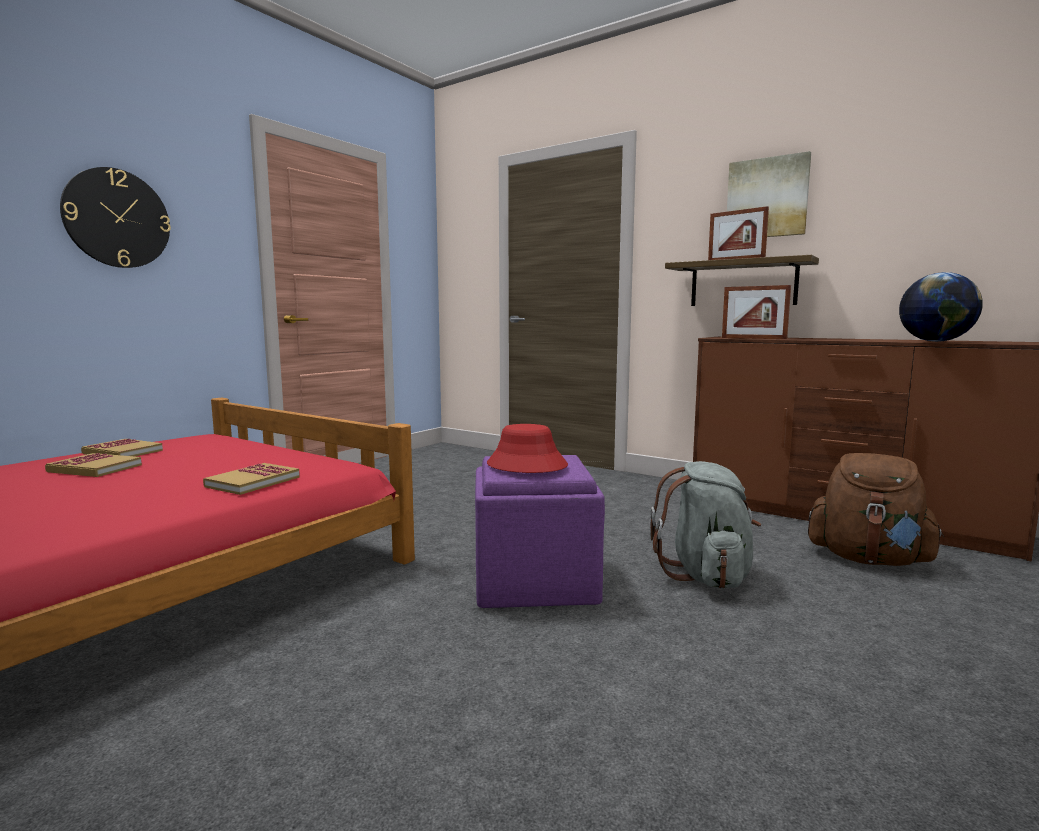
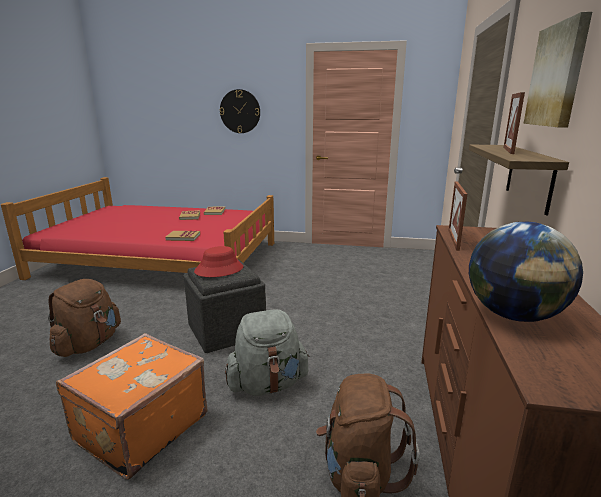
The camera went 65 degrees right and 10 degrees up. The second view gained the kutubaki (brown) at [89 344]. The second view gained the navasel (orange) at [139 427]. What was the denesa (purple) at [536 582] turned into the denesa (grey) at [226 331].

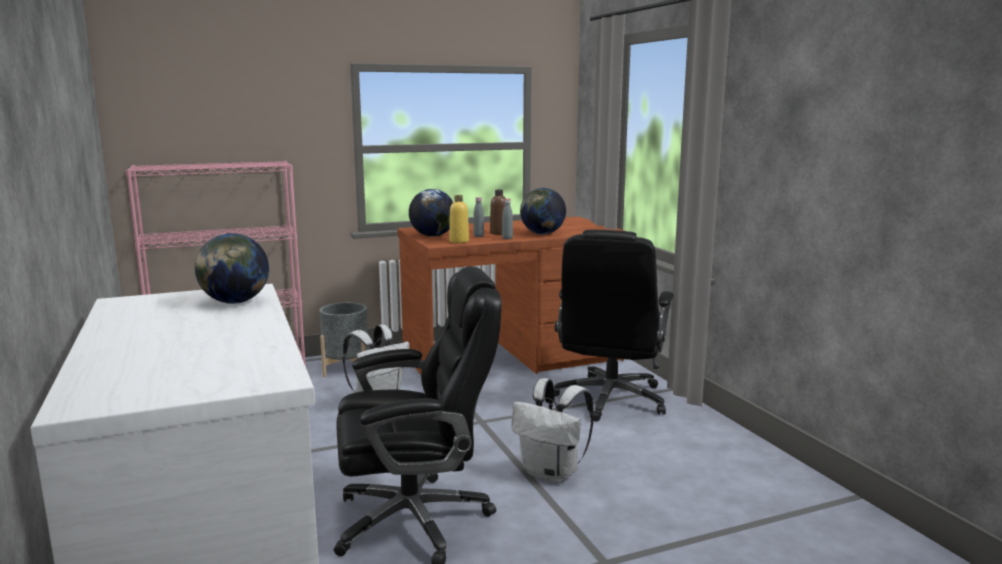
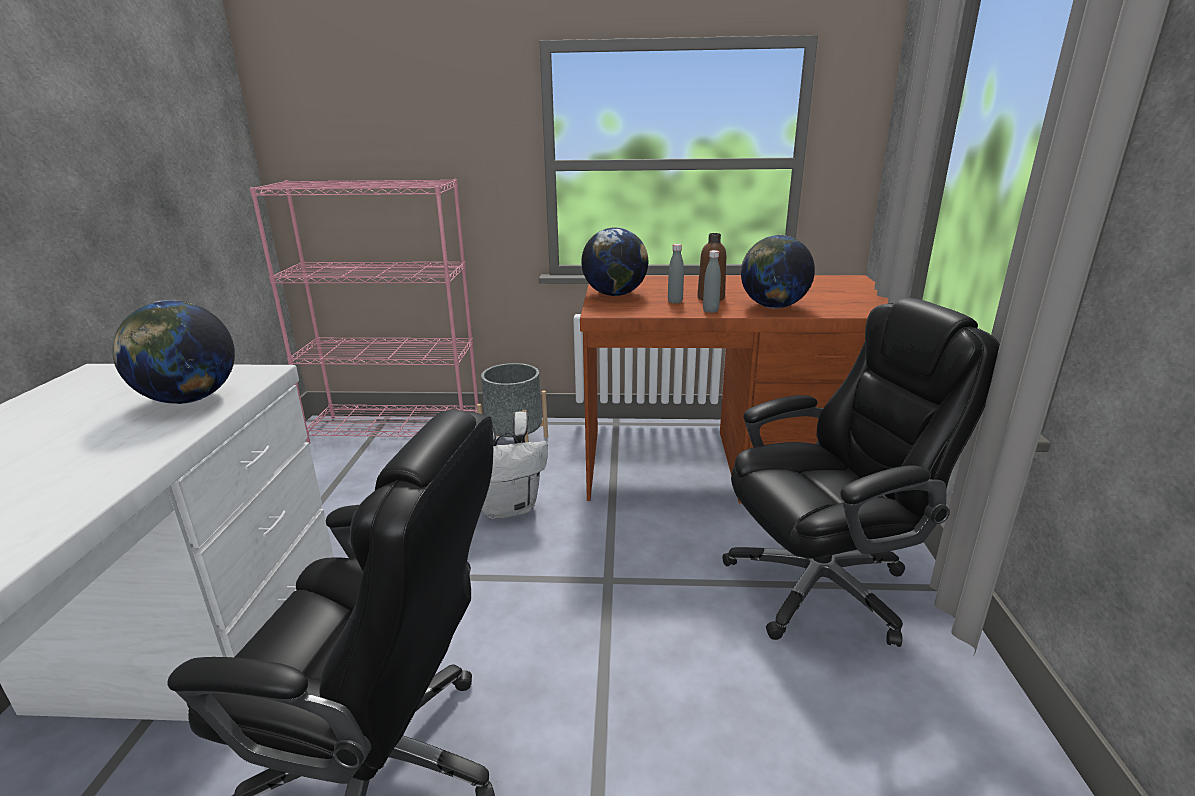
The camera went 25 degrees right and 10 degrees up. The second view lost the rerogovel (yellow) at [459 241]. The second view lost the kutubaki (white) at [552 473]. The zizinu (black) at [610 400] ended up facing another way, 150 degrees counterclockwise from before.

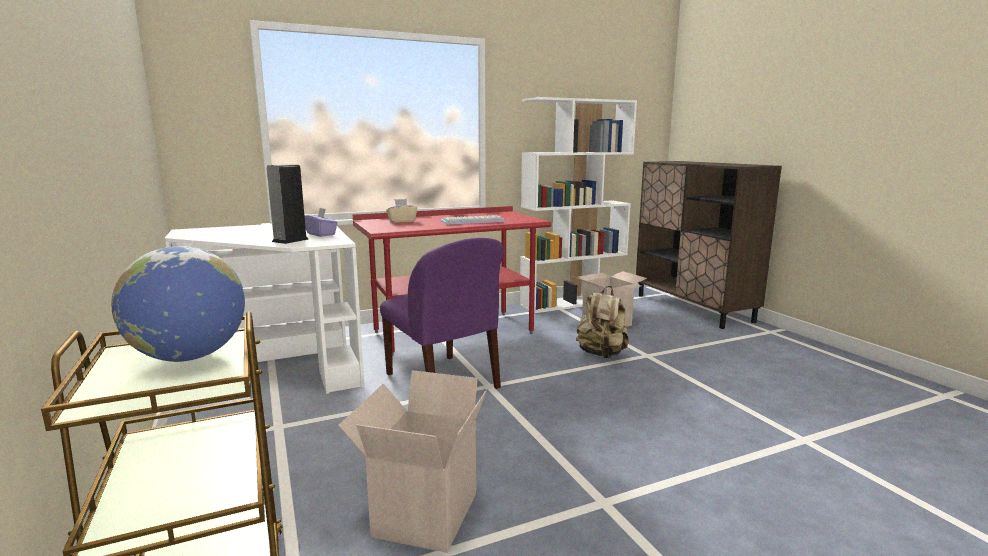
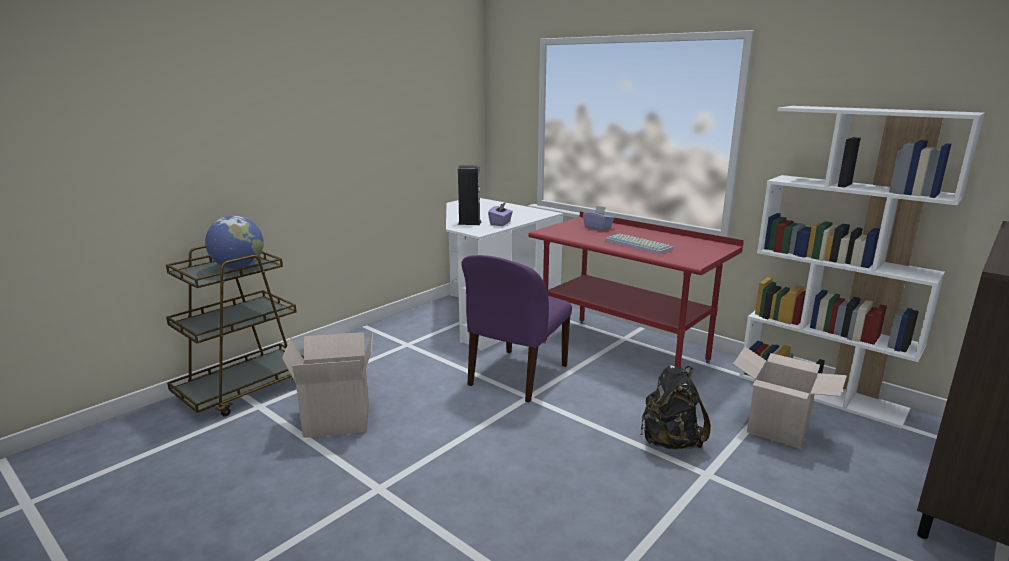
The camera went 65 degrees right and 5 degrees up. What was the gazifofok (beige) at [402 221] turned into the gazifofok (purple) at [598 227]. What was the kutubaki (beige) at [601 354] turned into the kutubaki (black) at [670 442].

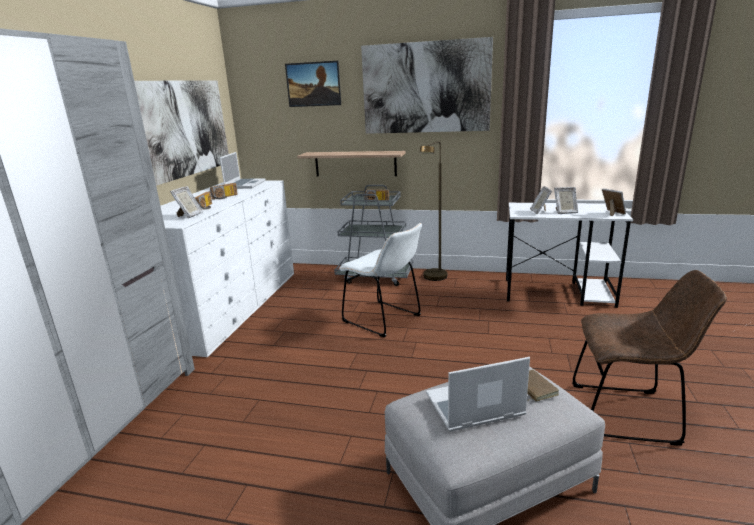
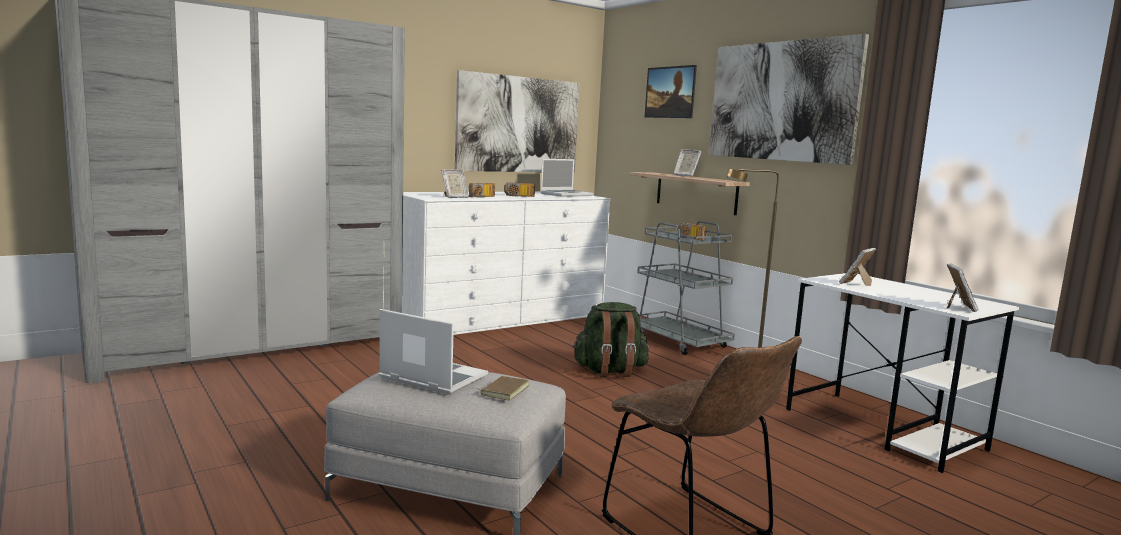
The camera went 40 degrees right and 10 degrees down. The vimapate ended up elsewhere, having gone from [564 212] to [685 176]. Where the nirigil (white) stood at [384 320], the kutubaki (green) came to stand at [610 371].

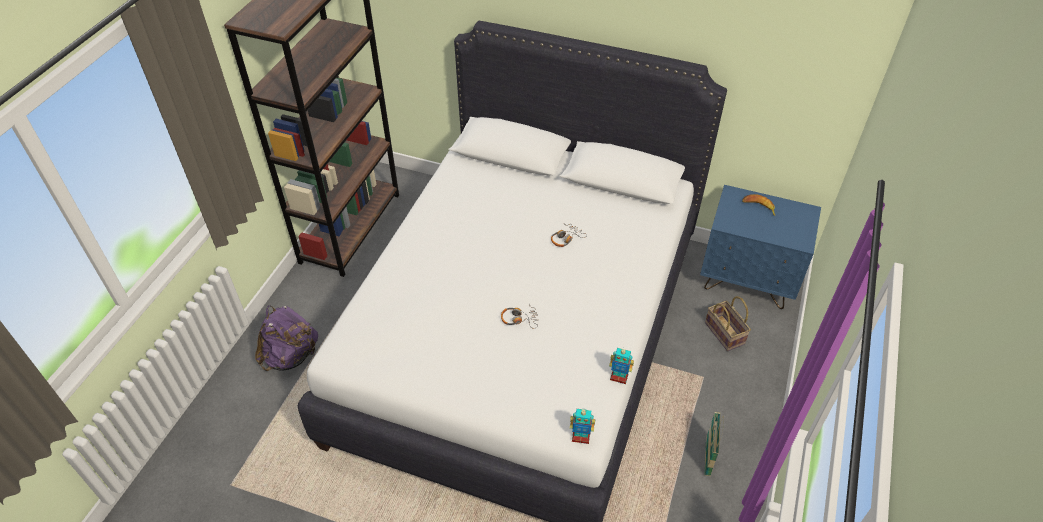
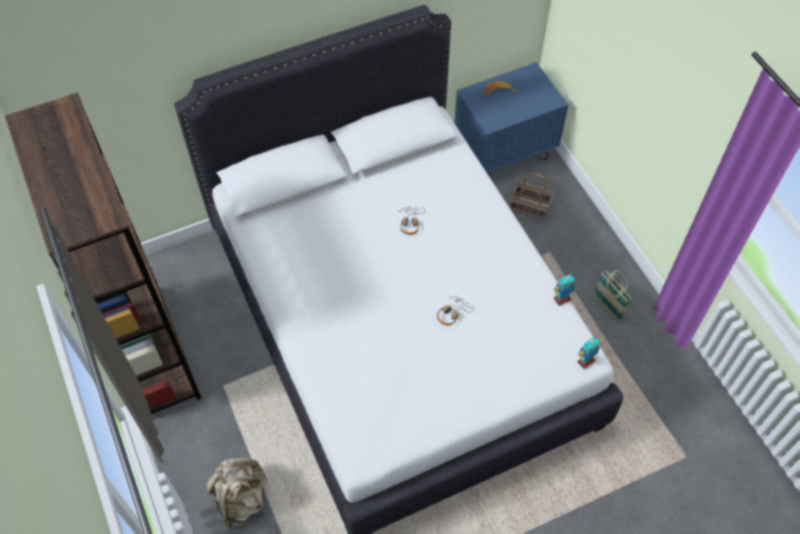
The camera went 45 degrees left and 10 degrees up. What was the kutubaki (purple) at [291 356] turned into the kutubaki (beige) at [241 498].

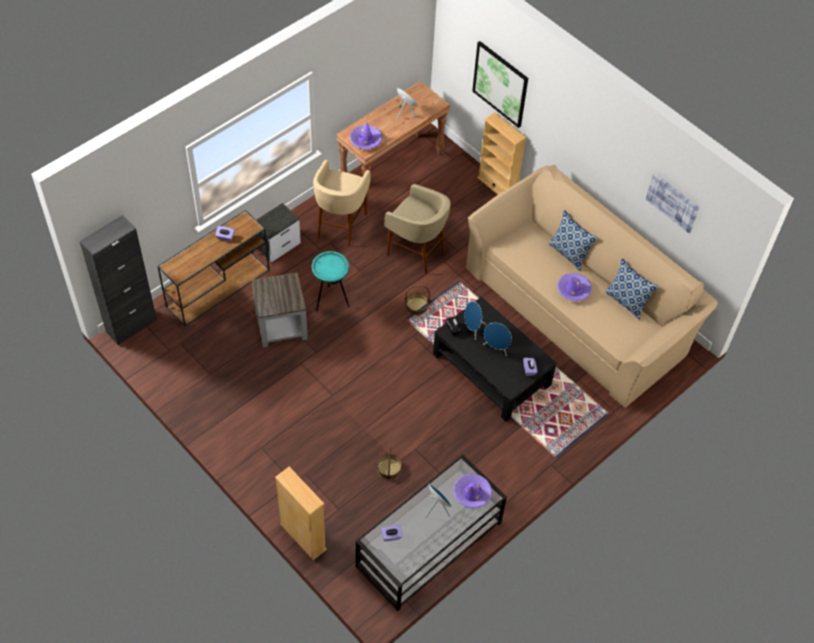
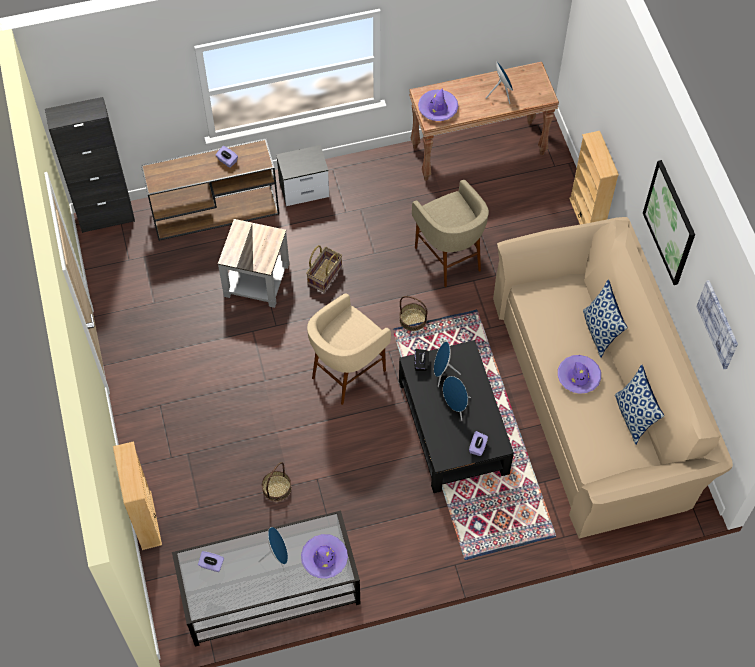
The camera went 30 degrees right and 5 degrees up. The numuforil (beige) ended up elsewhere, having gone from [340 225] to [347 373]. The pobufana ended up elsewhere, having gone from [500 84] to [669 222]. Where the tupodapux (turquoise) stood at [331 300], the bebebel came to stand at [324 275].

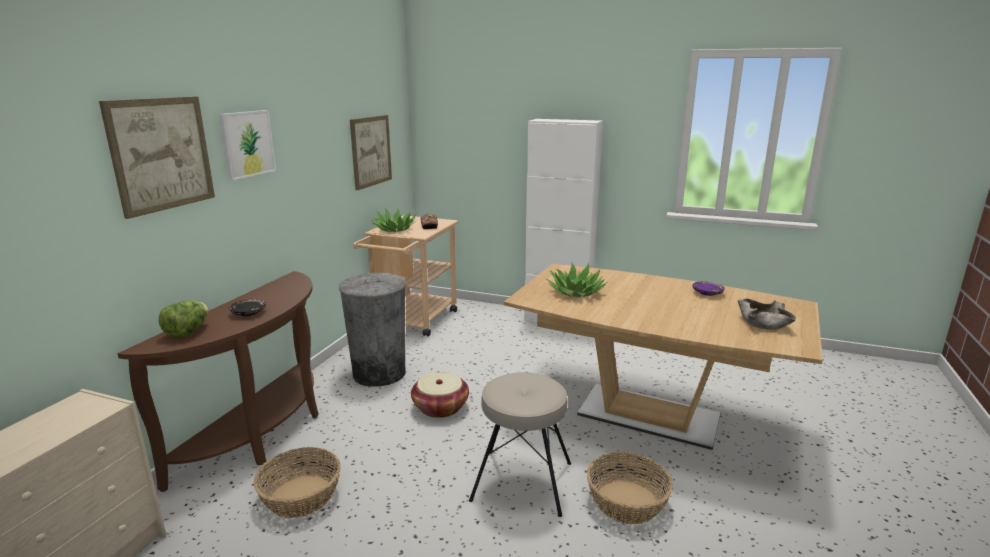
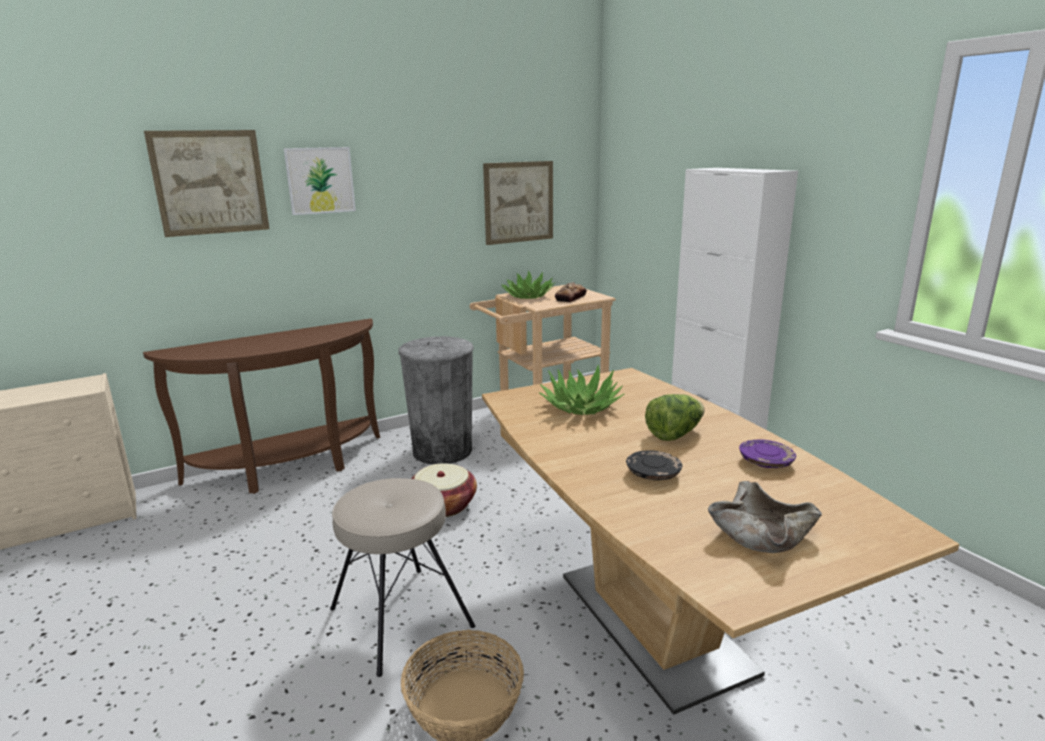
The camera went 40 degrees right and 0 degrees up. The second view lost the bebebel at [301 496]. The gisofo ended up elsewhere, having gone from [188 332] to [674 434]. The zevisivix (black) ended up elsewhere, having gone from [248 313] to [653 474].

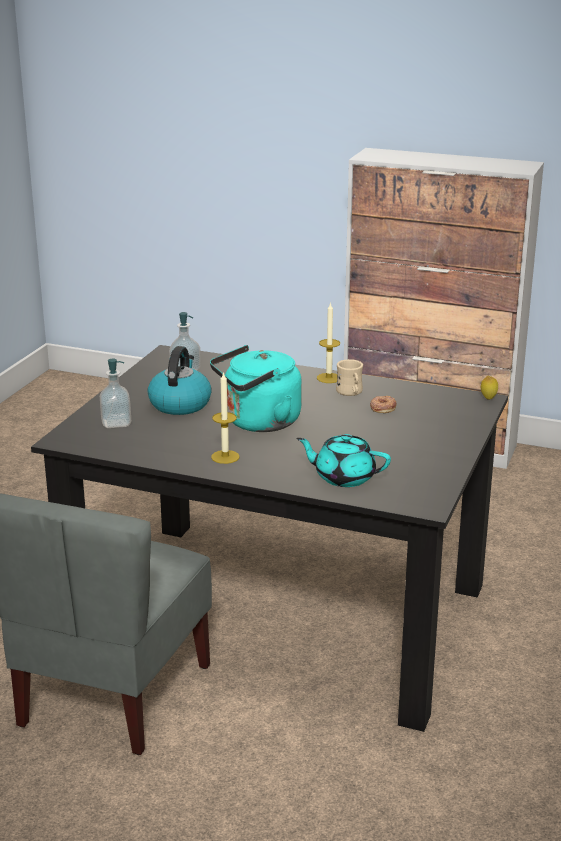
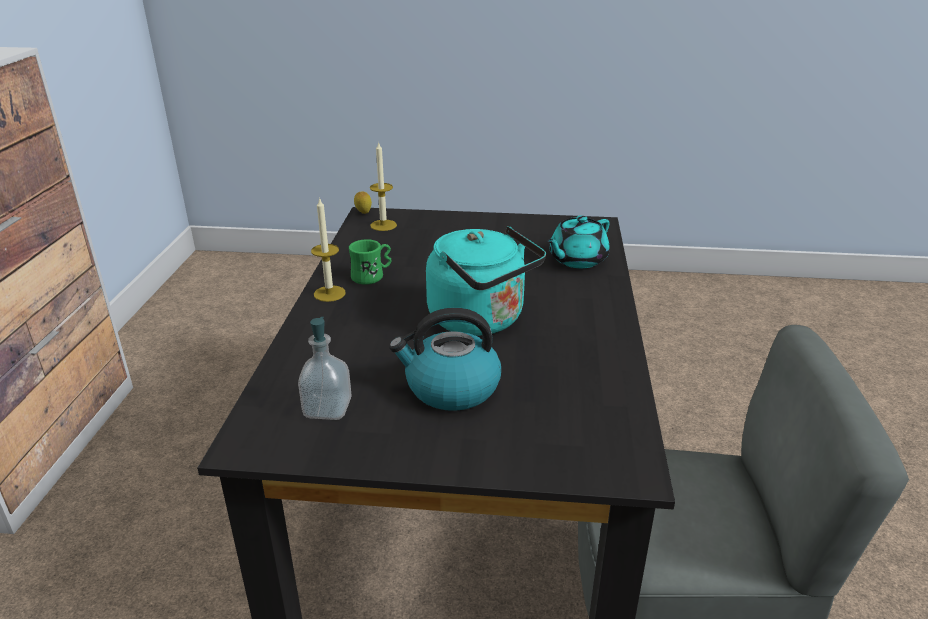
The camera went 105 degrees left and 5 degrees up. The second view lost the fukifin at [116 423]. The second view lost the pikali at [382 407]. The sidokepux ended up elsewhere, having gone from [225 457] to [383 225]. What was the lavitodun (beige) at [350 393] turned into the lavitodun (green) at [372 276]. The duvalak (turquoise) at [343 477] ended up facing another way, 45 degrees clockwise from before.

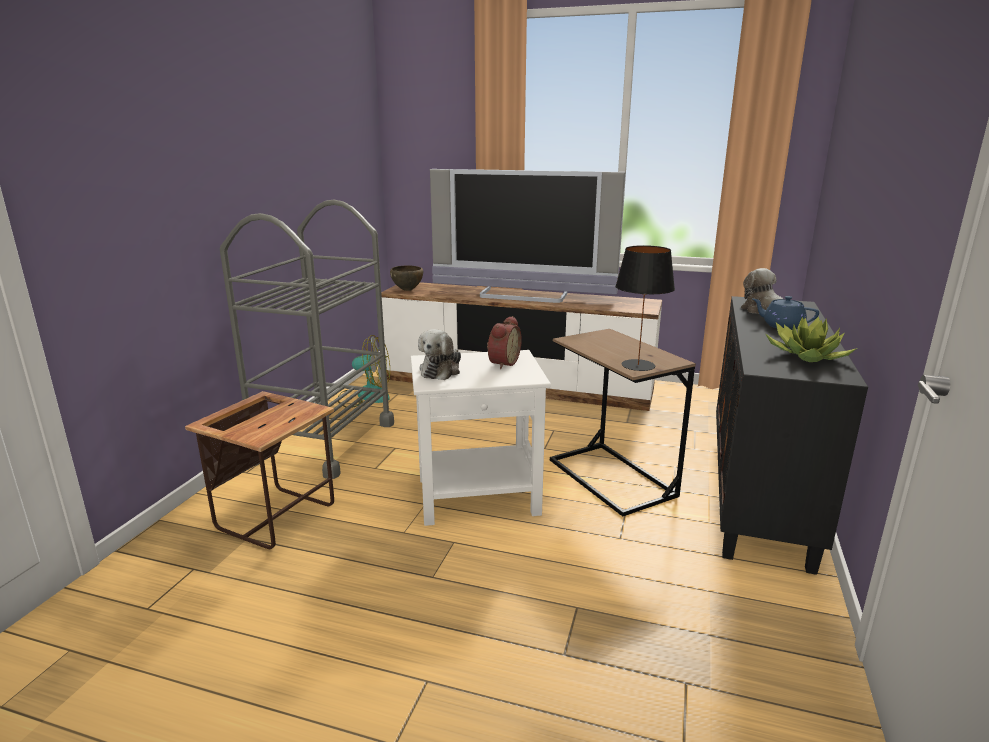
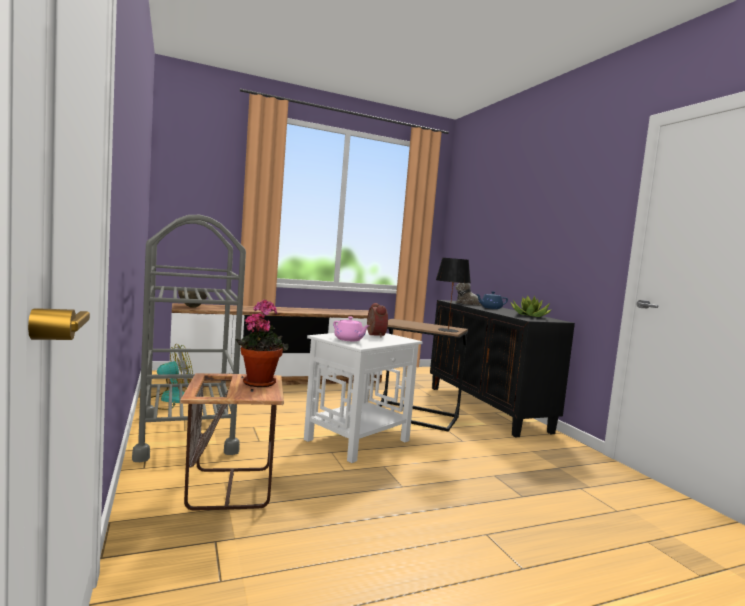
The camera went 40 degrees left and 15 degrees down. The second view lost the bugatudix at [523 296]. The second view gained the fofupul at [259 382]. Where the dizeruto stood at [441 370], the duvalak (pink) came to stand at [349 340].

